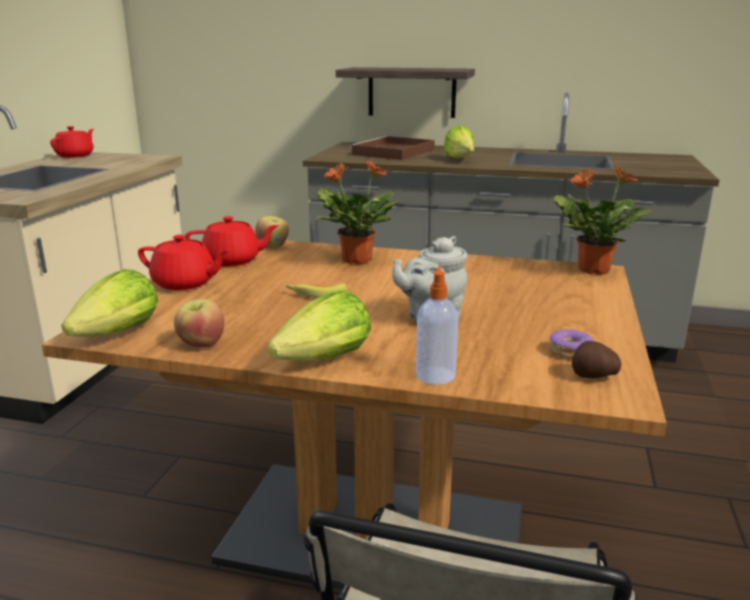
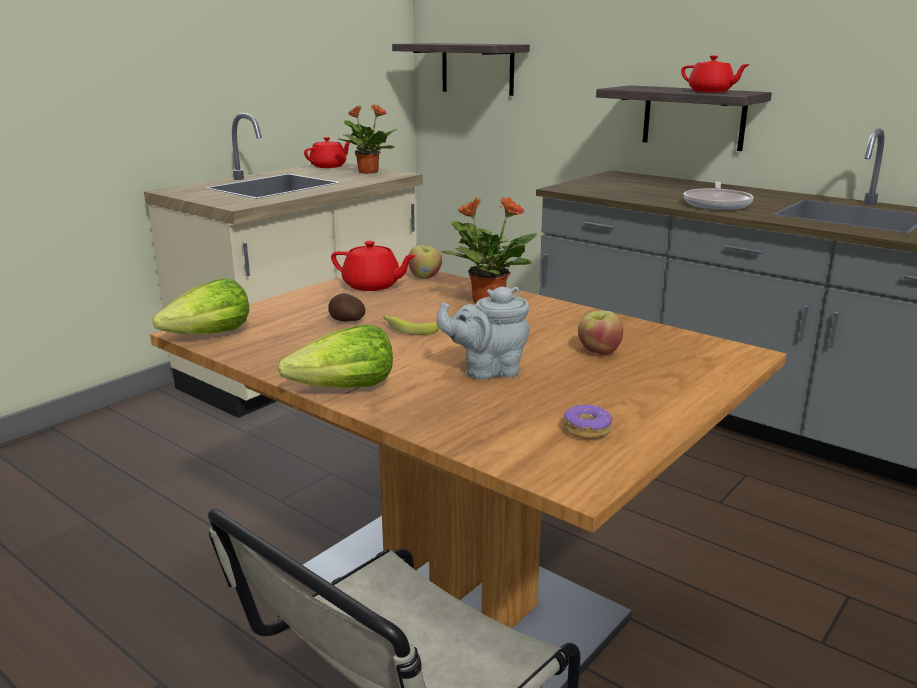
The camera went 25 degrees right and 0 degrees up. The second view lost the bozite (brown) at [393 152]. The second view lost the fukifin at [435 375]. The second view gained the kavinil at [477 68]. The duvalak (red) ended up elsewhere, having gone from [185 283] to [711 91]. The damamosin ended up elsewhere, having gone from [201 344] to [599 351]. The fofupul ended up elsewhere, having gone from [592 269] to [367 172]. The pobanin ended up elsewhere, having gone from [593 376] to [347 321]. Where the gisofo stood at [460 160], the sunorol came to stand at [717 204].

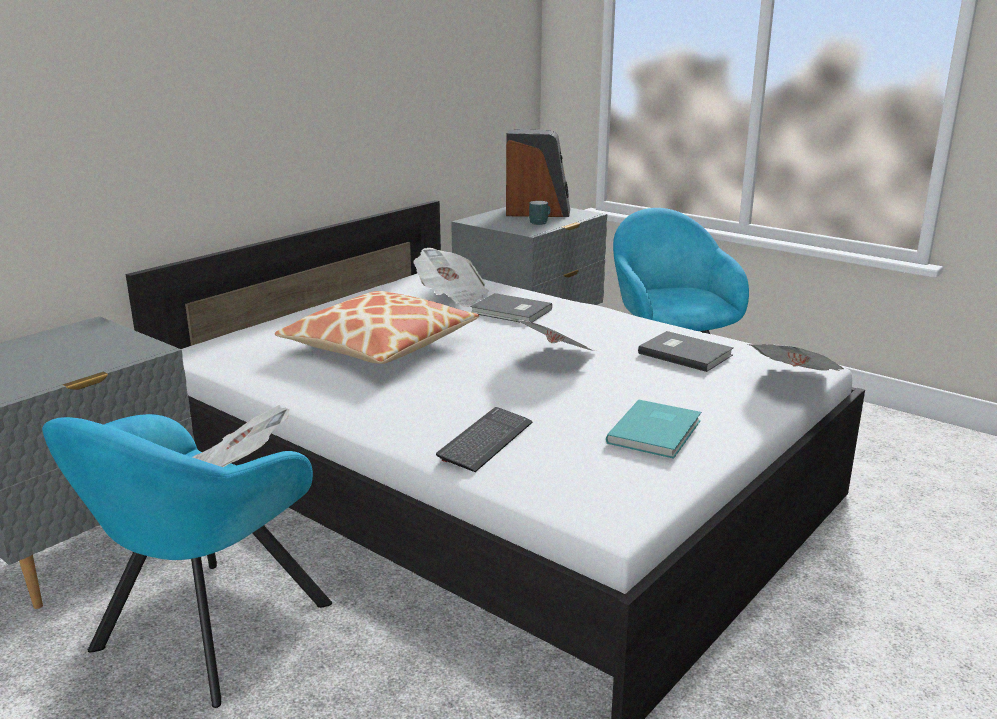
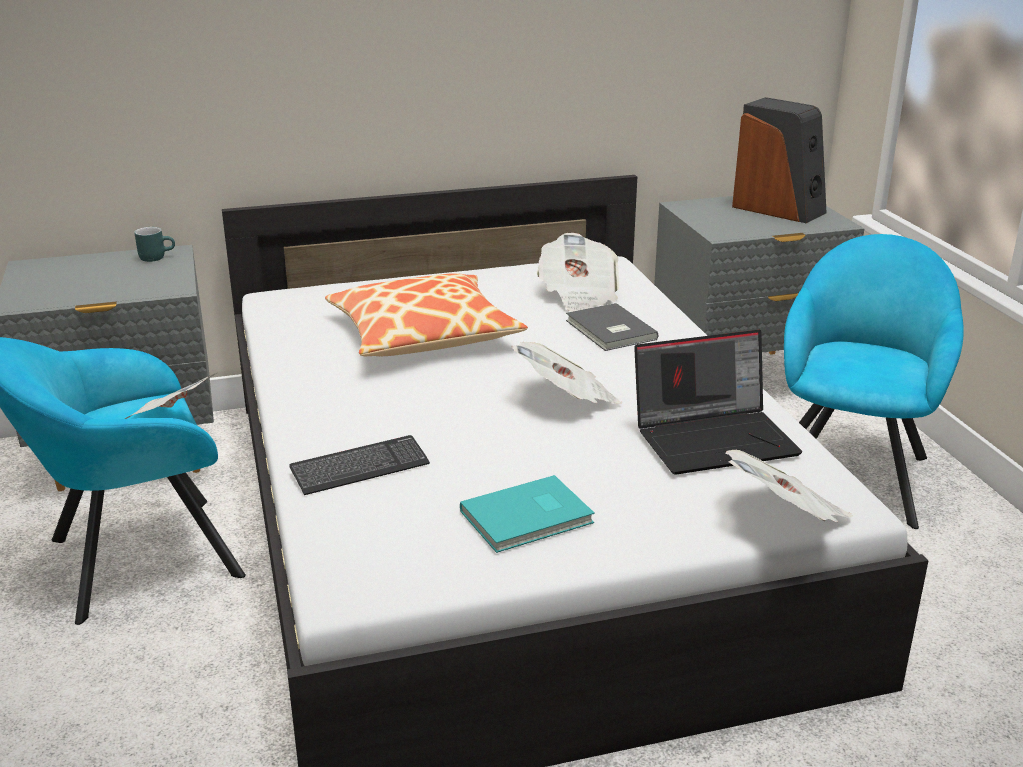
The camera went 35 degrees right and 5 degrees up. The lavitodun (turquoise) ended up elsewhere, having gone from [539 222] to [156 257]. Where the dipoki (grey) stood at [685 353], the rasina came to stand at [715 438].

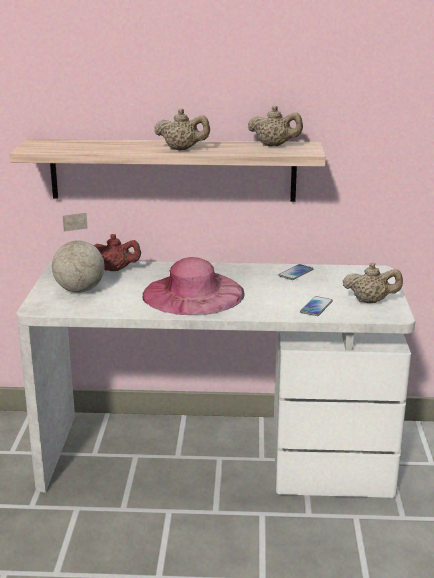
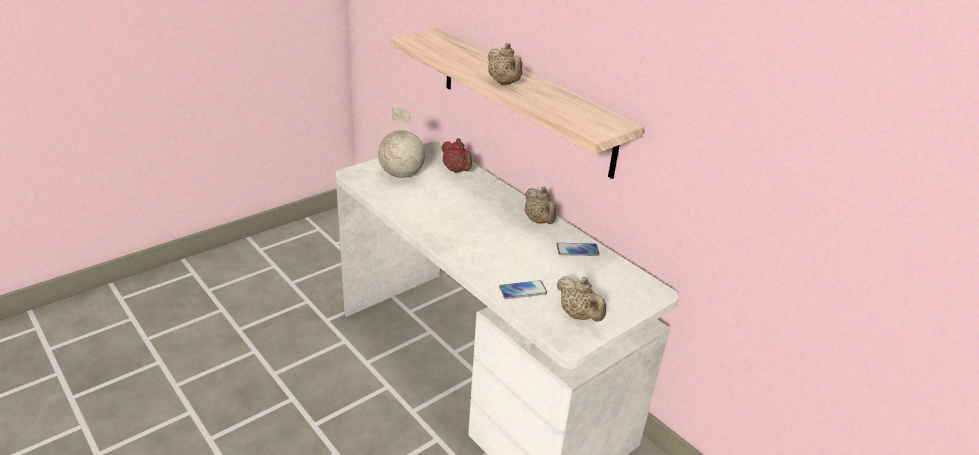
The camera went 45 degrees right and 10 degrees up. The second view lost the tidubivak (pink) at [193 293]. The duvalak (beige) ended up elsewhere, having gone from [274 145] to [539 221].

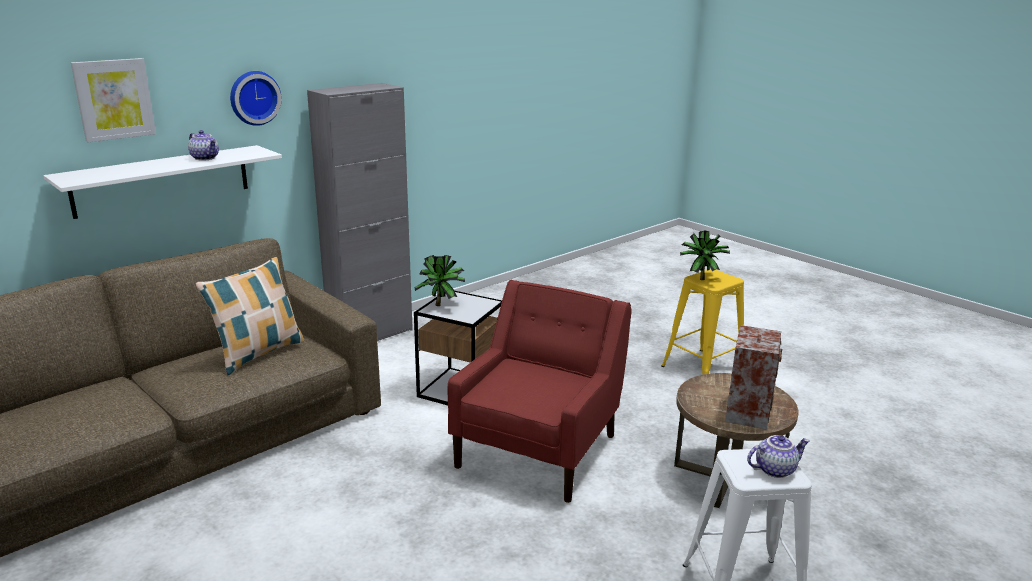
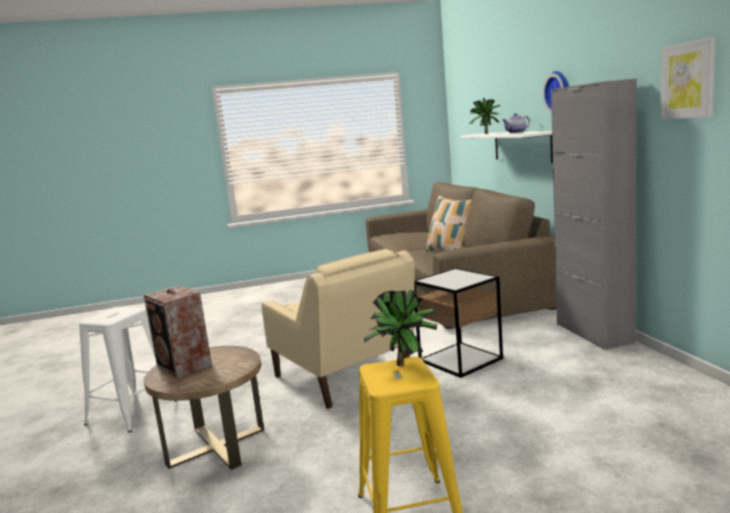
The camera went 120 degrees right and 10 degrees down. The second view lost the duvalak at [774 469]. The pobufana ended up elsewhere, having gone from [114 99] to [688 80]. The fofupul ended up elsewhere, having gone from [442 305] to [485 134]. What was the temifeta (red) at [539 449] turned into the temifeta (beige) at [344 377].

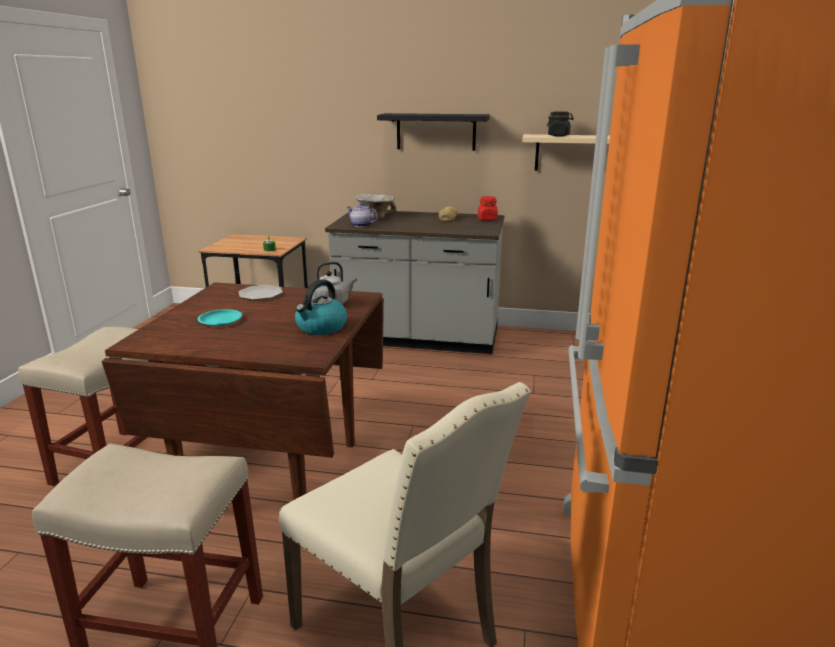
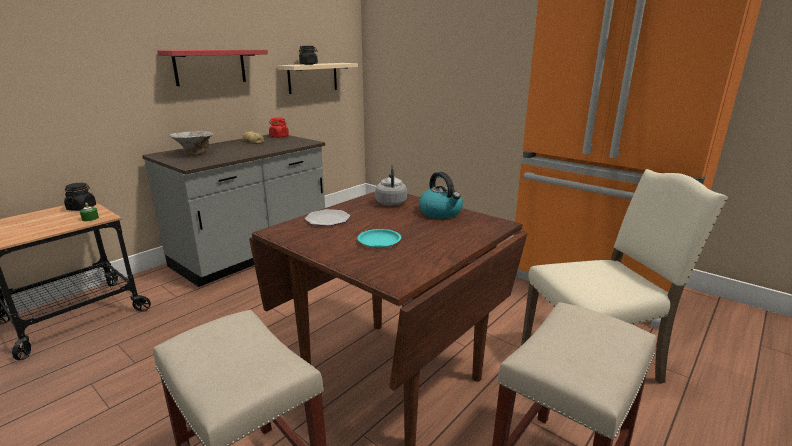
The camera went 60 degrees left and 0 degrees up. The second view lost the duvalak at [361 225]. The second view gained the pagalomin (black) at [82 208]. What was the kavinil (black) at [436 132] turned into the kavinil (red) at [210 67].

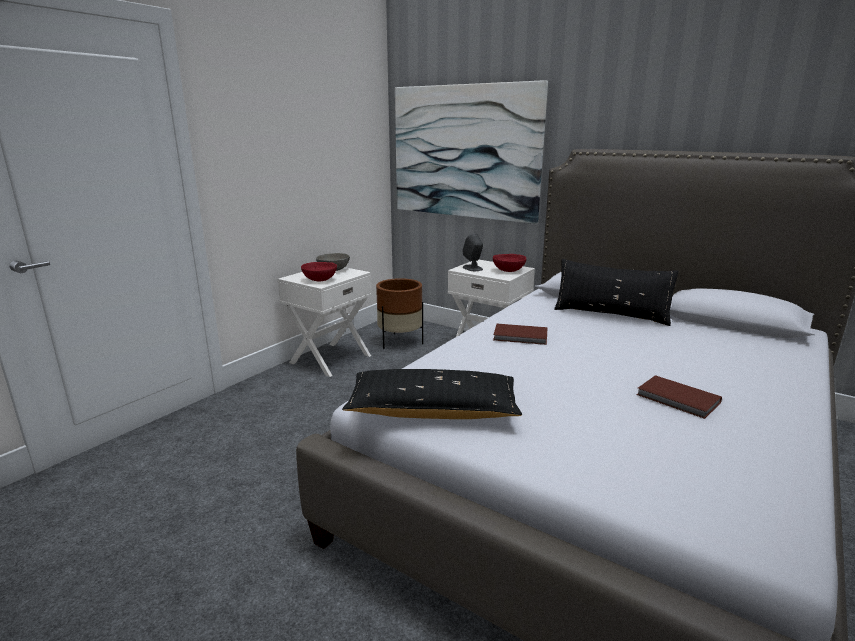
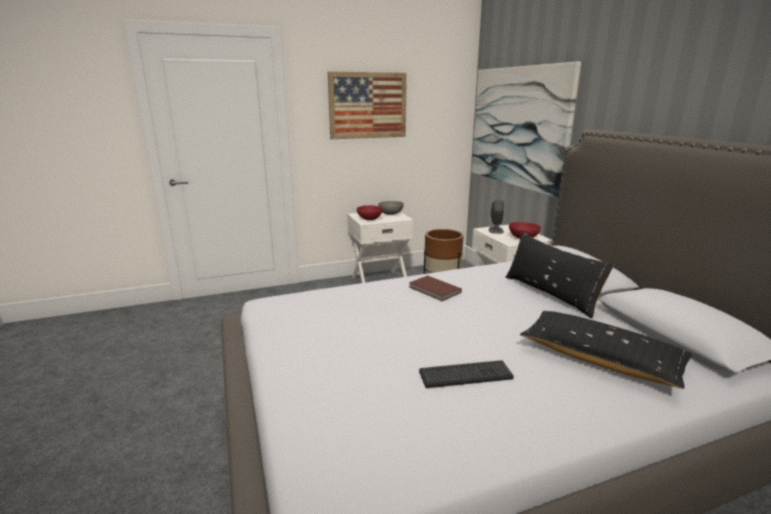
The camera went 35 degrees right and 0 degrees up. The second view gained the pobufana at [368 105]. The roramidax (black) ended up elsewhere, having gone from [433 410] to [600 359]. Where the dipoki (brown) stood at [678 399], the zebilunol came to stand at [465 375].

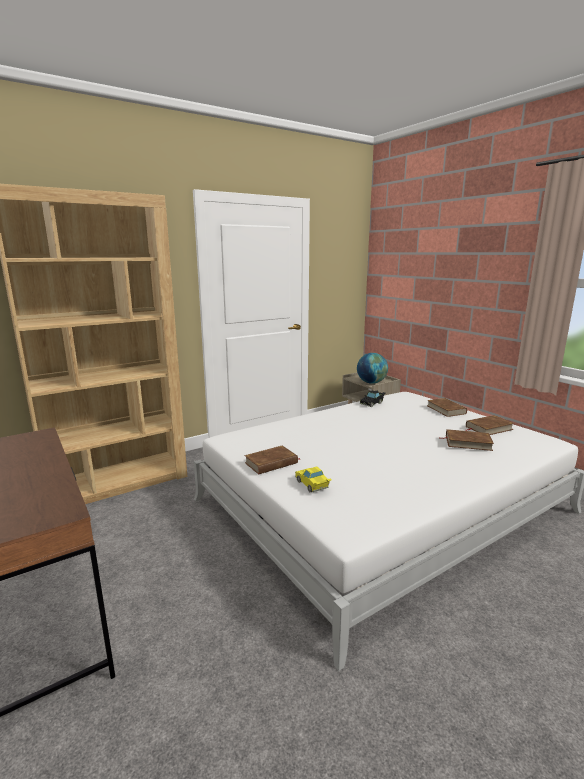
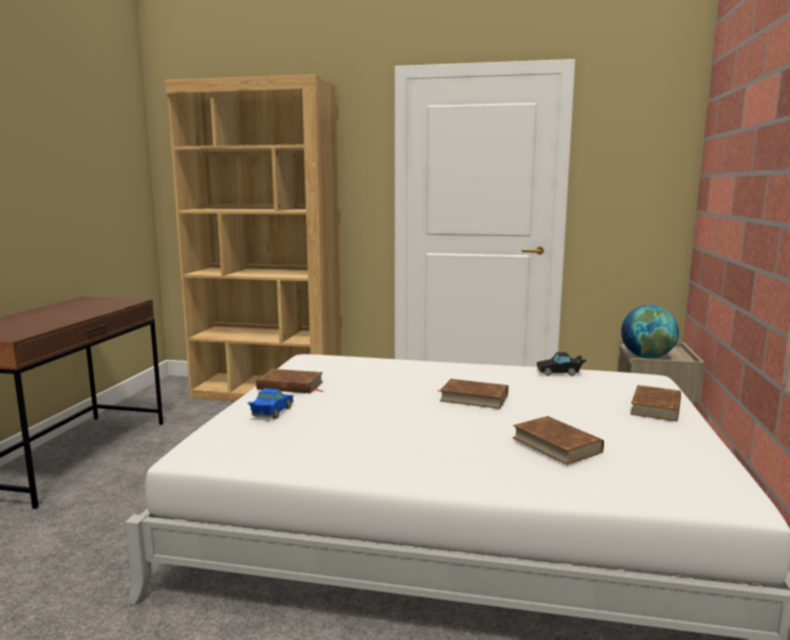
The camera went 45 degrees right and 5 degrees down. The dipoki (brown) ended up elsewhere, having gone from [488 428] to [474 398]. What was the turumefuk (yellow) at [312 486] turned into the turumefuk (blue) at [271 413].

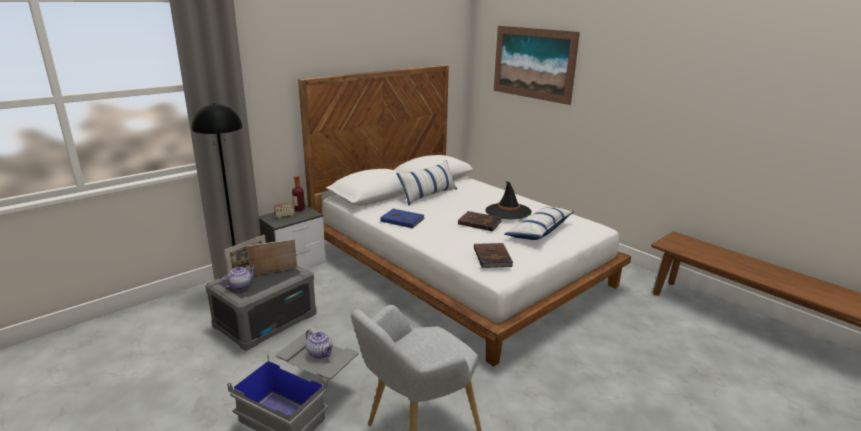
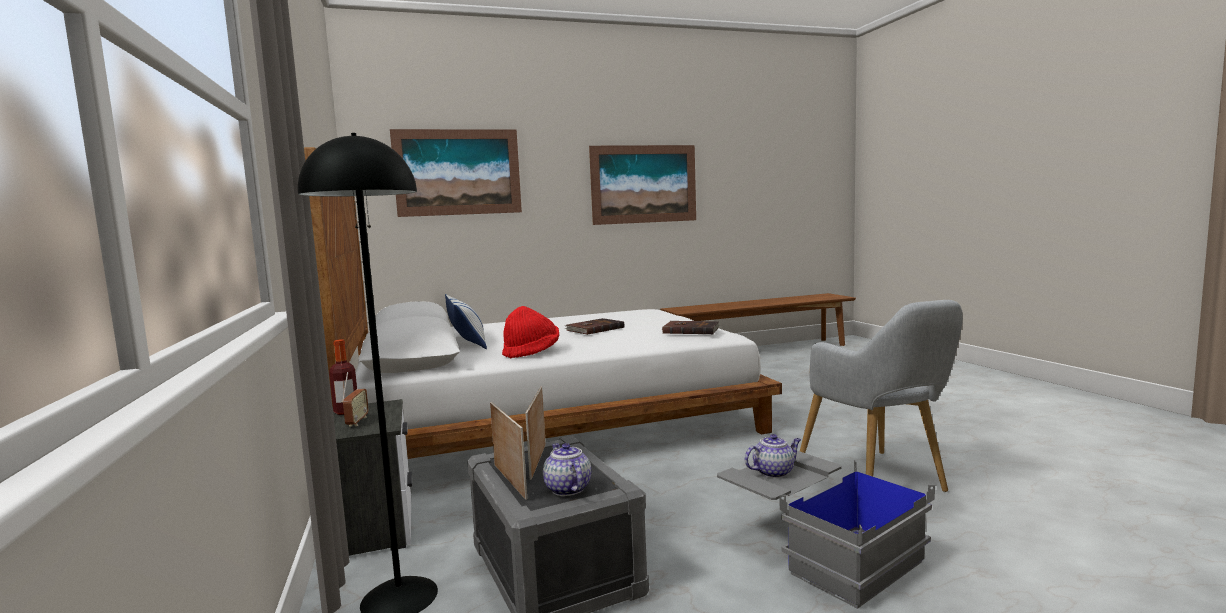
The camera went 65 degrees left and 15 degrees down. The second view lost the tidubivak (black) at [508 211]. The second view lost the roramidax at [539 231]. The second view gained the pobufana at [644 184]. Where the dipoki (blue) stood at [402 220], the tidubivak (red) came to stand at [531 352].

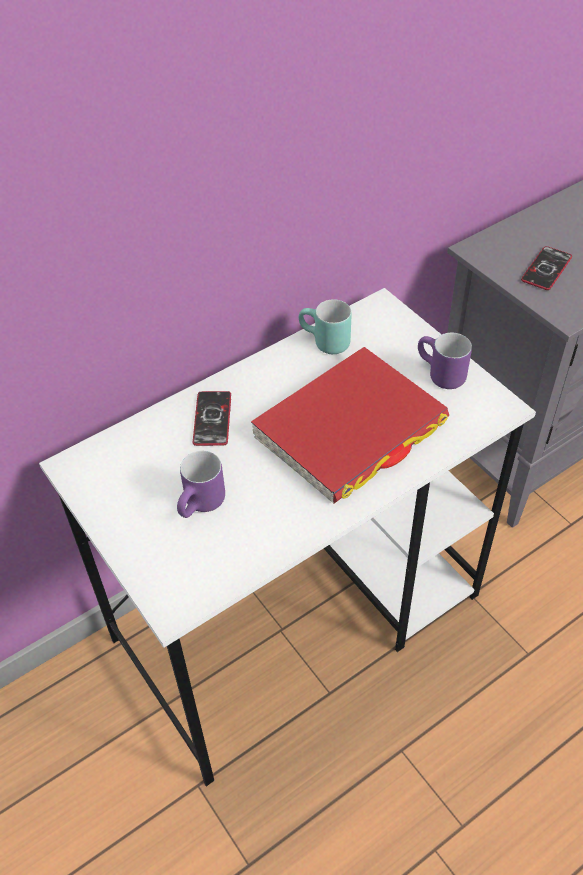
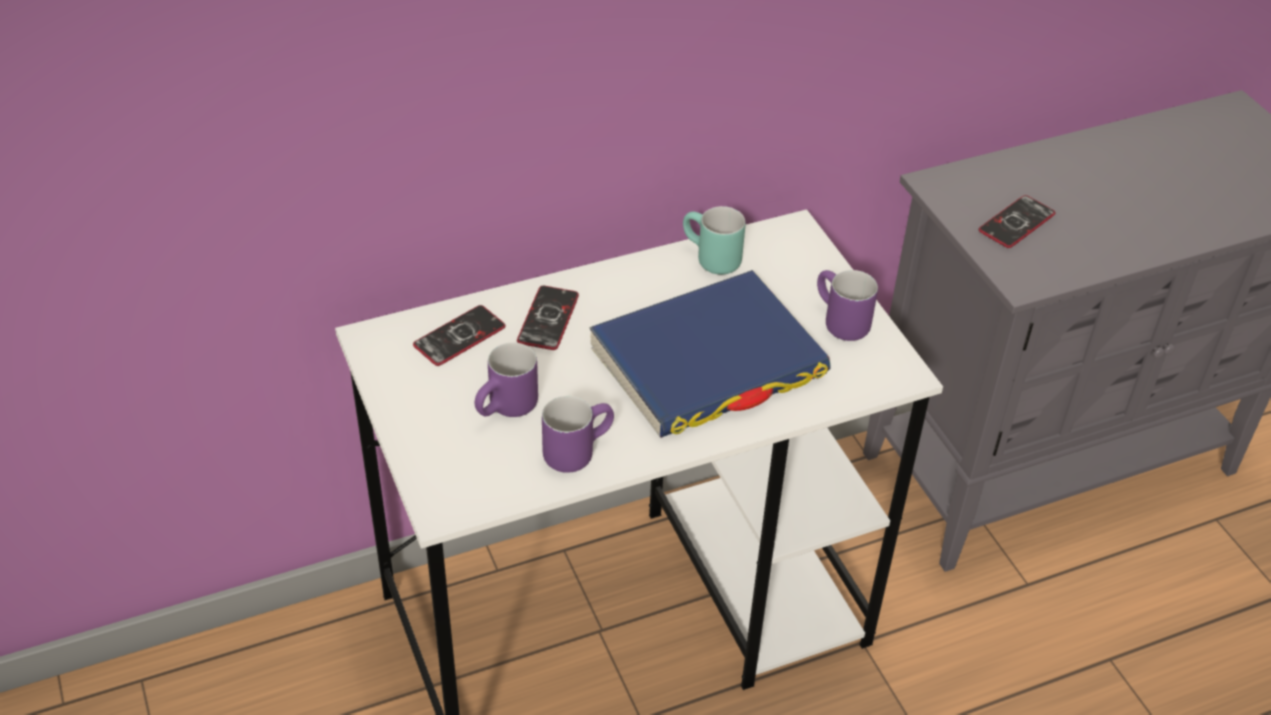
The camera went 10 degrees right and 5 degrees down. The second view gained the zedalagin at [459 337]. The second view gained the lavitodun (purple) at [576 450]. What was the dipoki (red) at [350 429] turned into the dipoki (blue) at [708 362].

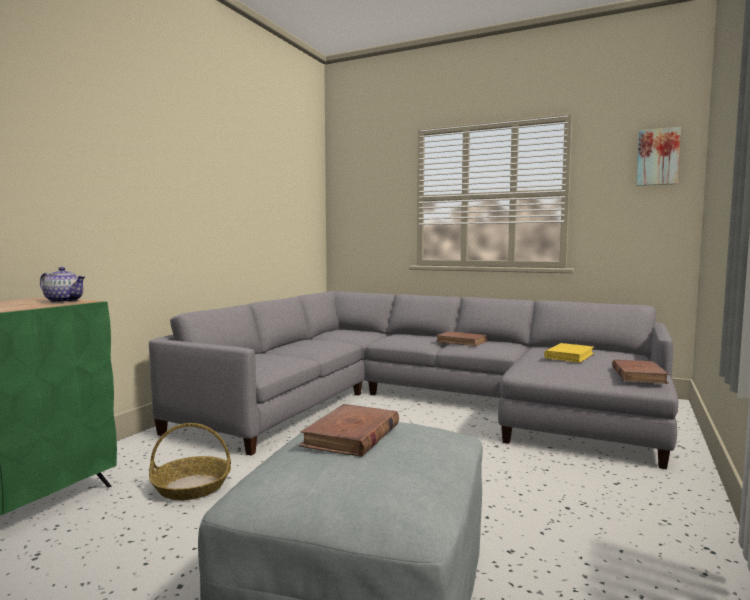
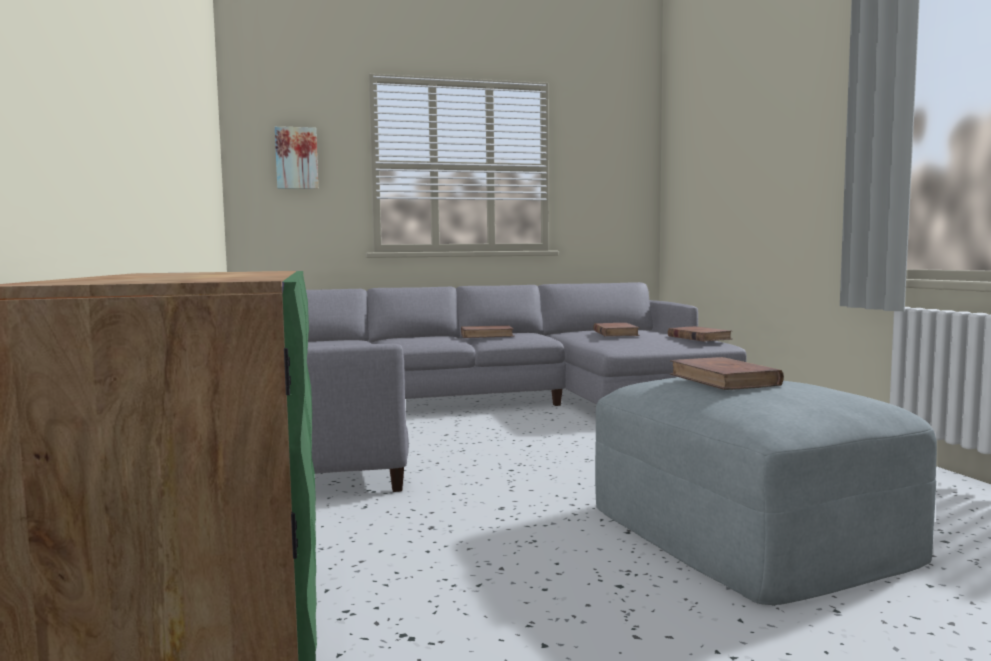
The camera went 40 degrees left and 0 degrees up. The second view lost the duvalak at [64 301]. The second view lost the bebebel at [191 487]. The pobufana ended up elsewhere, having gone from [657 157] to [296 158]. What was the dipoki (yellow) at [569 356] turned into the dipoki (brown) at [615 333].

